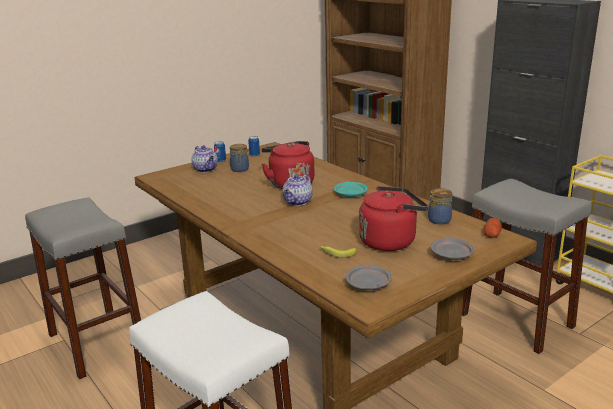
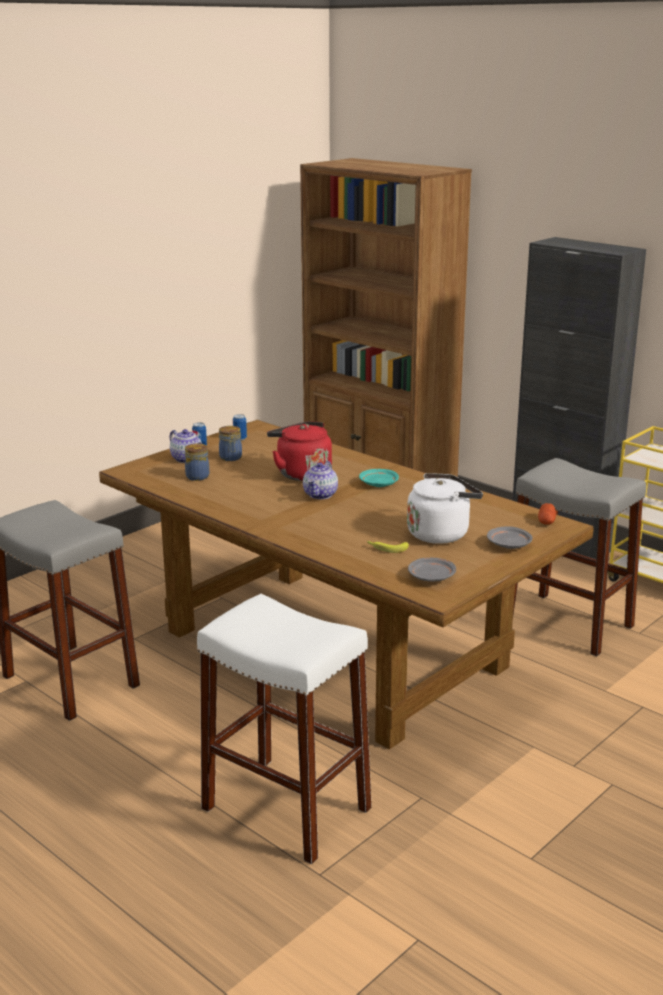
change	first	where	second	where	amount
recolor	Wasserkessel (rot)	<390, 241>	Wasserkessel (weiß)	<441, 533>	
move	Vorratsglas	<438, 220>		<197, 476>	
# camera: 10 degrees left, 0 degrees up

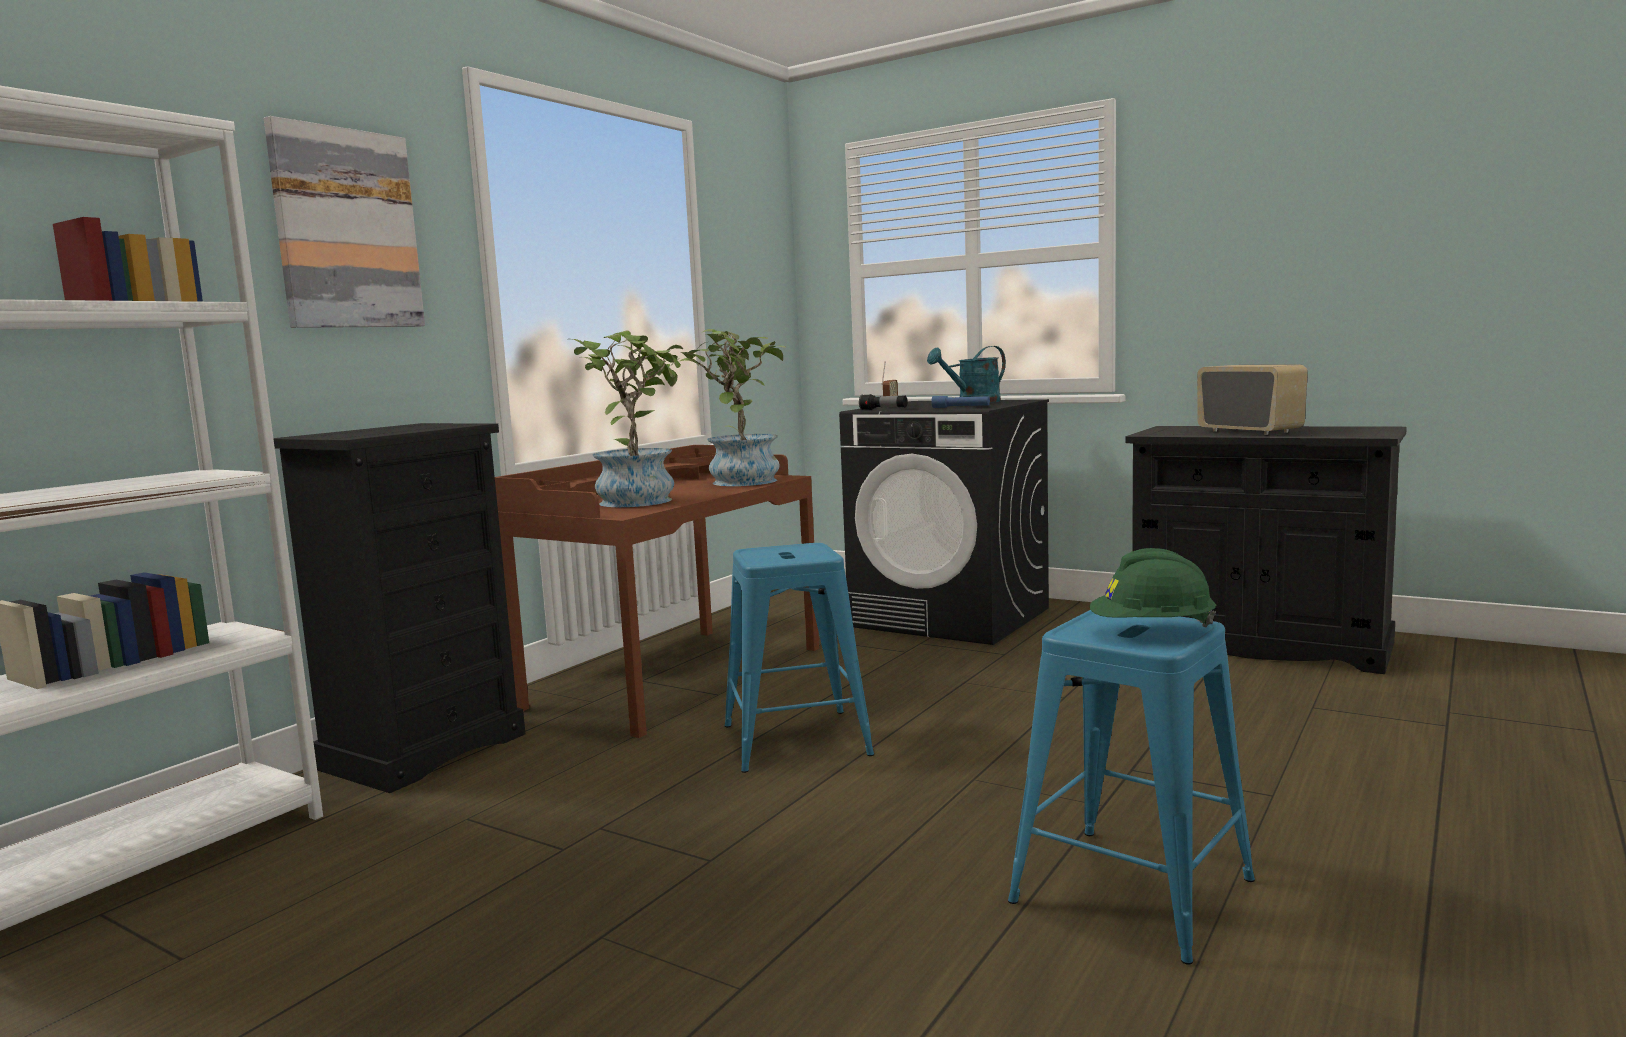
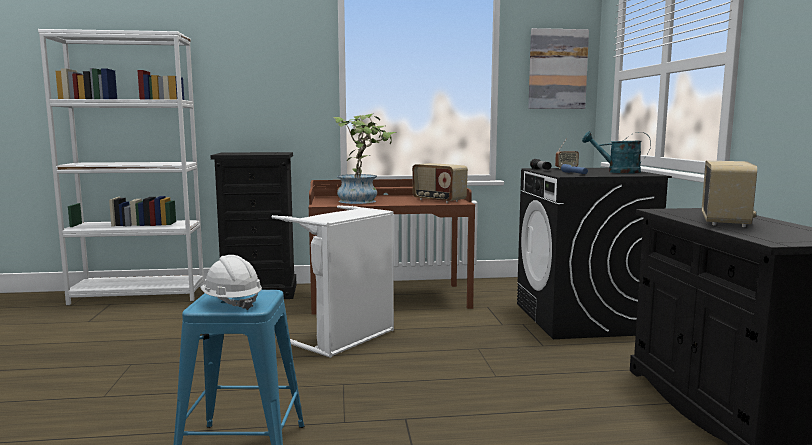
change	first	where	second	where	amount
move	Bild	<346, 229>		<557, 69>	
replace	Topfpflanze	<739, 480>	Radio	<438, 200>	
replace	Hocker (blau)	<795, 740>	Wäschekorb (weiß)	<344, 338>	
recolor	Schutzhelm (grün)	<1152, 630>	Schutzhelm (weiß)	<231, 303>	
# camera: 50 degrees right, 0 degrees up

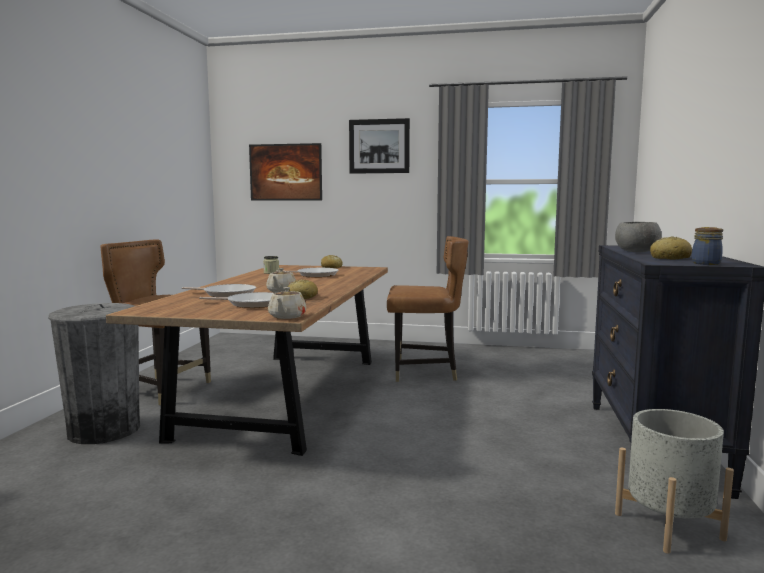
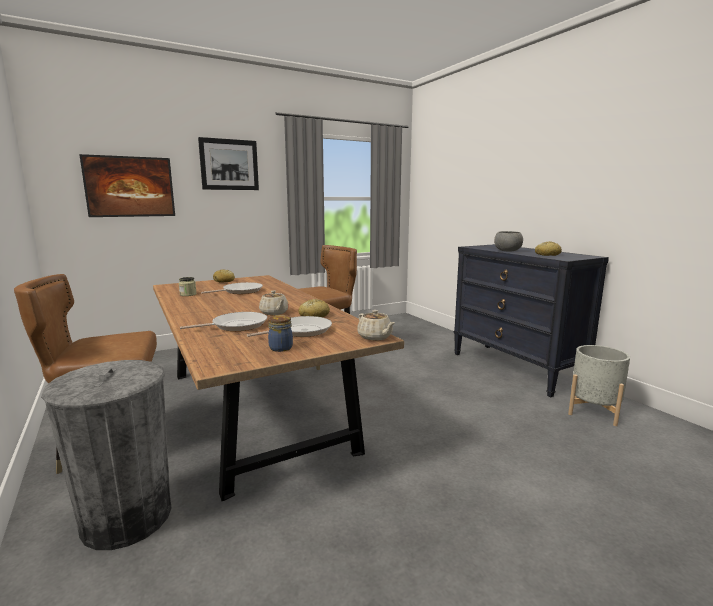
change	first	where	second	where	amount
move	Vorratsglas	<707, 263>		<281, 347>	
# camera: 40 degrees left, 5 degrees up

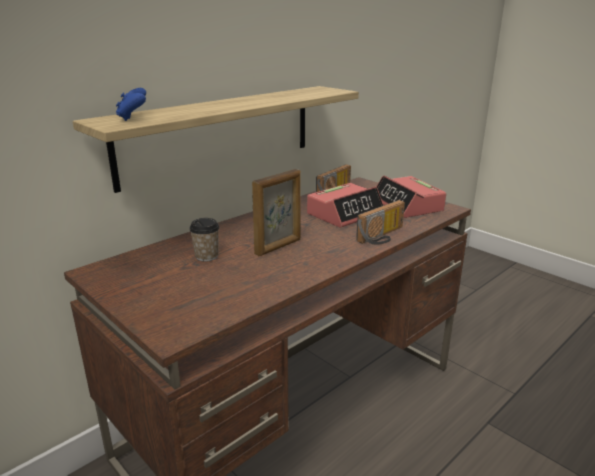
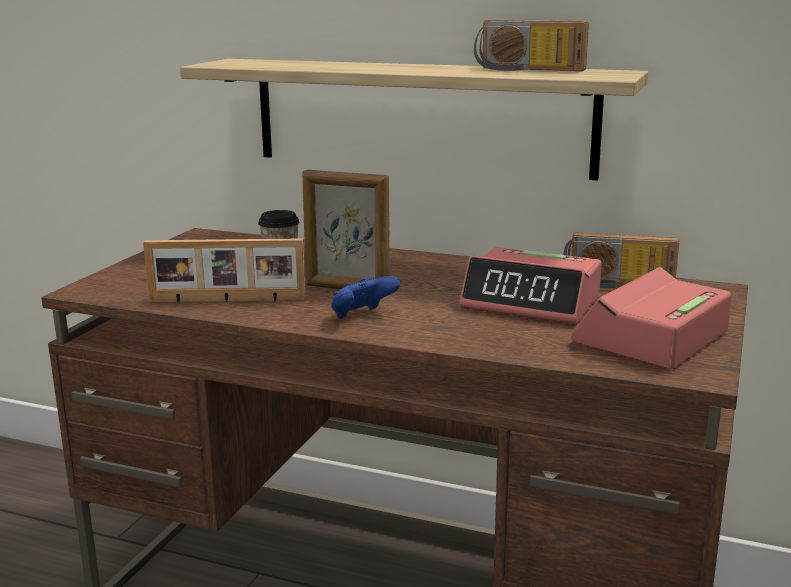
change	first	where	second	where	amount
move	Gamepad (blau)	<133, 118>		<362, 317>	
move	Radio	<383, 236>		<526, 70>	
insert			Bilderrahmen	<227, 301>	
# camera: 65 degrees right, 5 degrees down

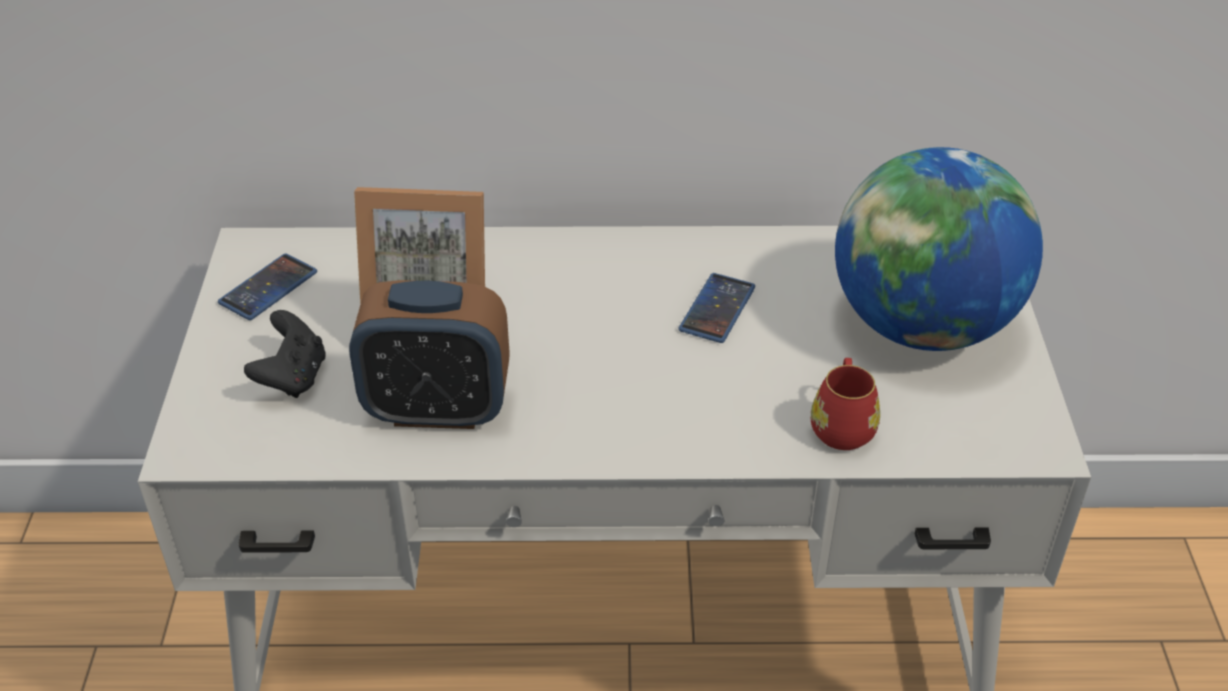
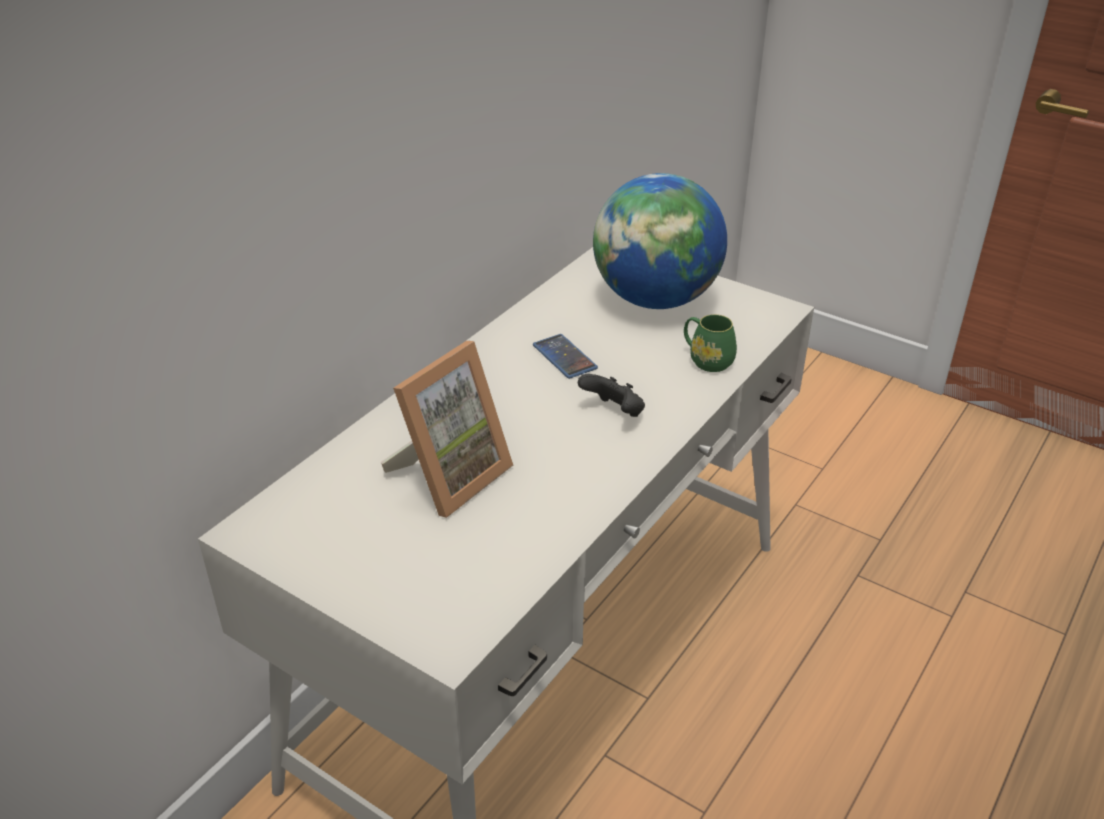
change	first	where	second	where	amount
delete	Handy	<268, 288>			
move	Gamepad (schwarz)	<293, 377>		<614, 412>	
delete	Wecker	<437, 409>			
recolor	Henkelbecher (rot)	<842, 425>	Henkelbecher (grün)	<706, 360>	
# camera: 55 degrees left, 5 degrees down

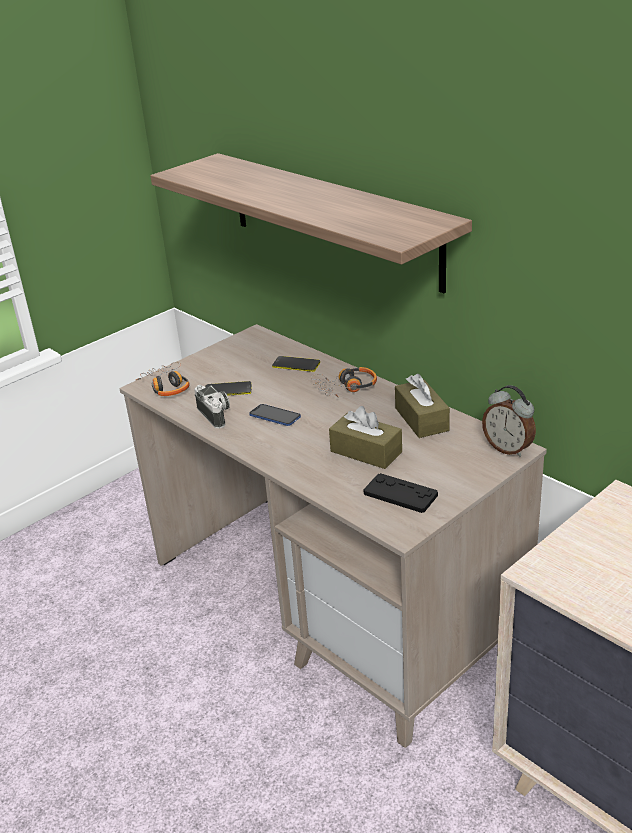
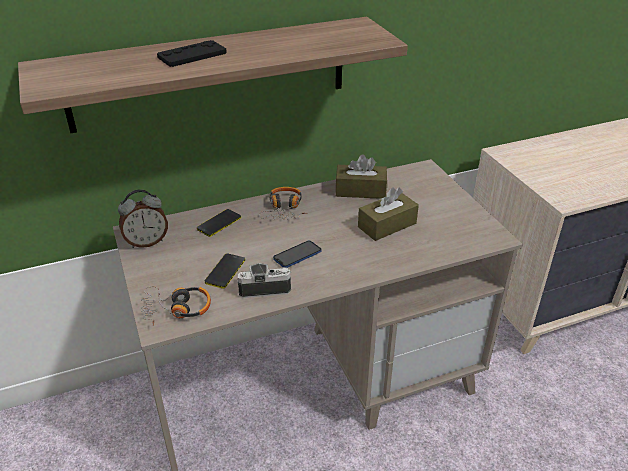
change	first	where	second	where	amount
move	Gamepad (schwarz)	<400, 494>		<192, 55>	
move	Wecker	<508, 448>		<147, 242>	
# camera: 70 degrees left, 5 degrees up

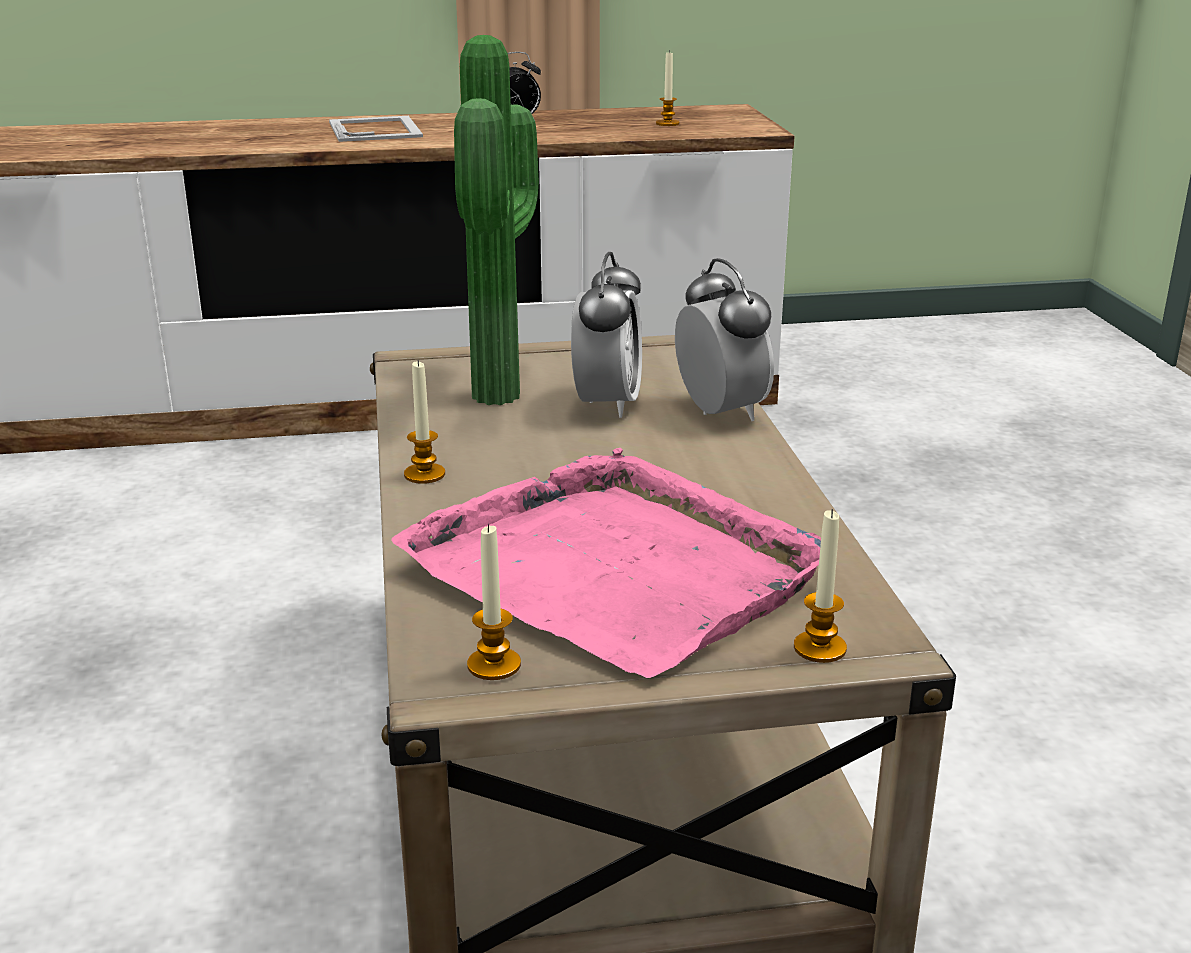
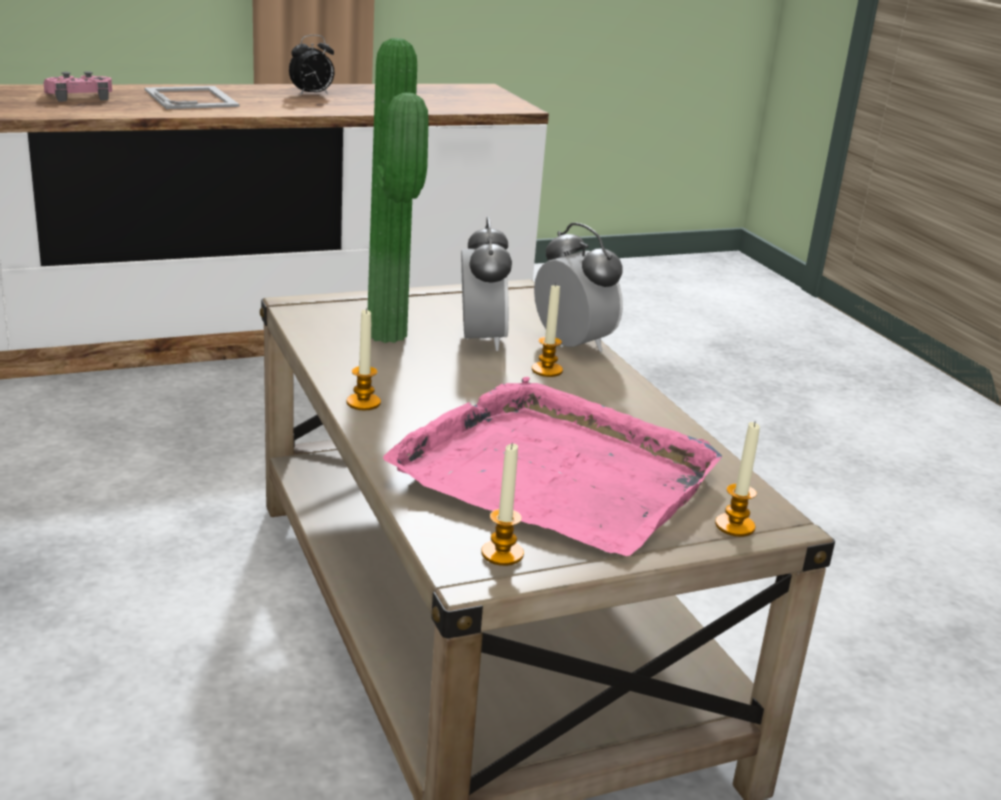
change	first	where	second	where	amount
move	Kerze	<667, 123>		<547, 370>	
insert			Gamepad (rosa)	<79, 97>	
# camera: 15 degrees left, 0 degrees up

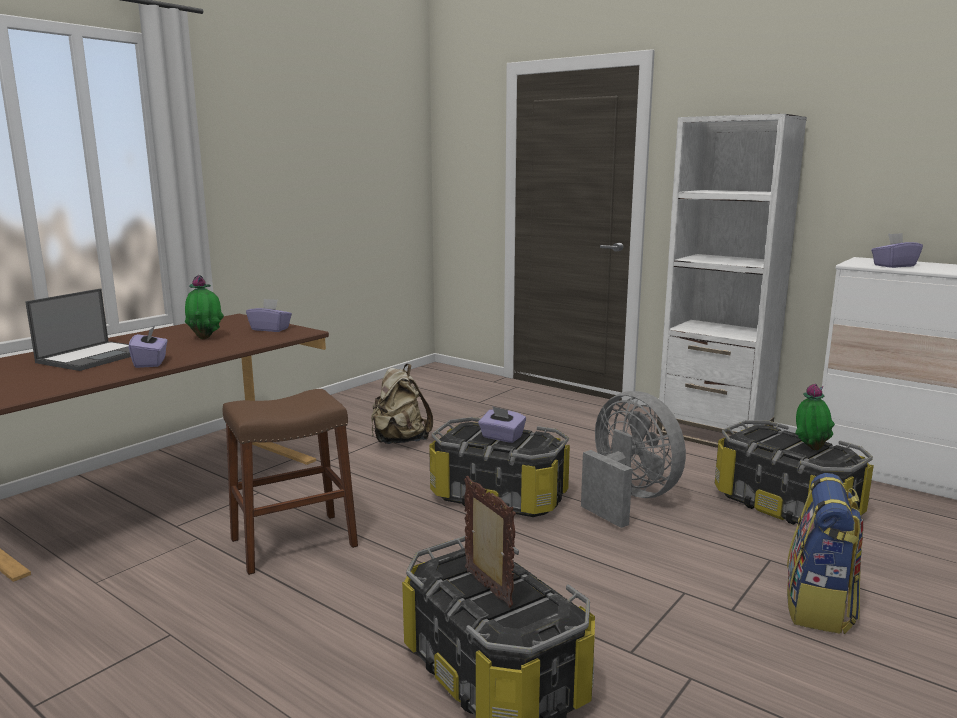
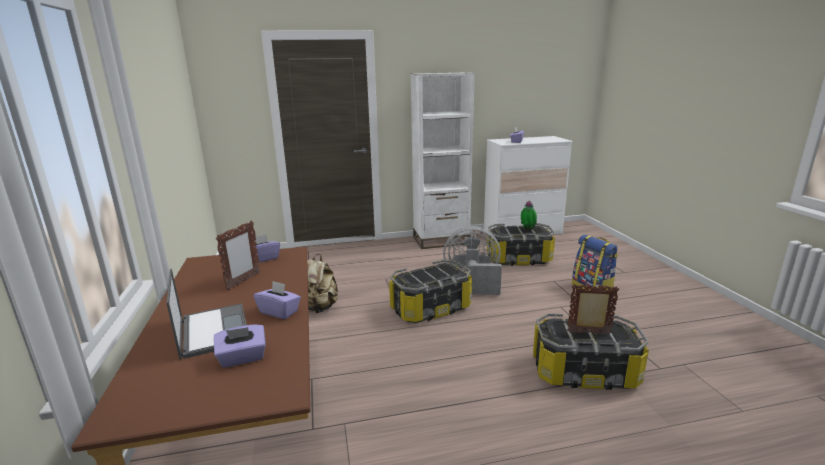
change	first	where	second	where	amount
replace	Topfpflanze	<206, 338>	Bilderrahmen	<243, 281>	
delete	Hocker (braun)	<293, 542>			
move	Taschentuchbox (lila)	<501, 437>		<242, 358>	
# camera: 50 degrees left, 5 degrees up

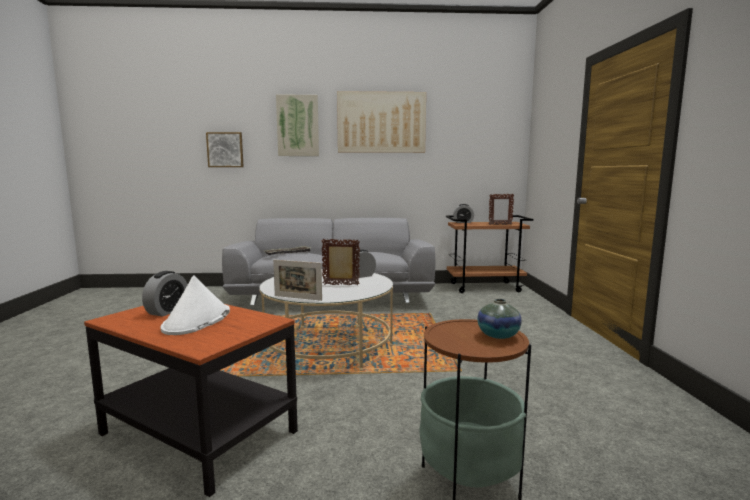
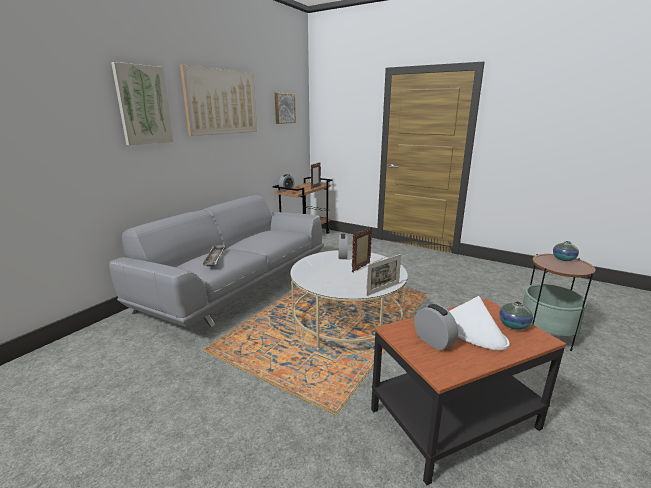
change	first	where	second	where	amount
move	Bild	<225, 150>		<284, 108>	
insert			Vase	<513, 325>	
# camera: 55 degrees left, 10 degrees up

